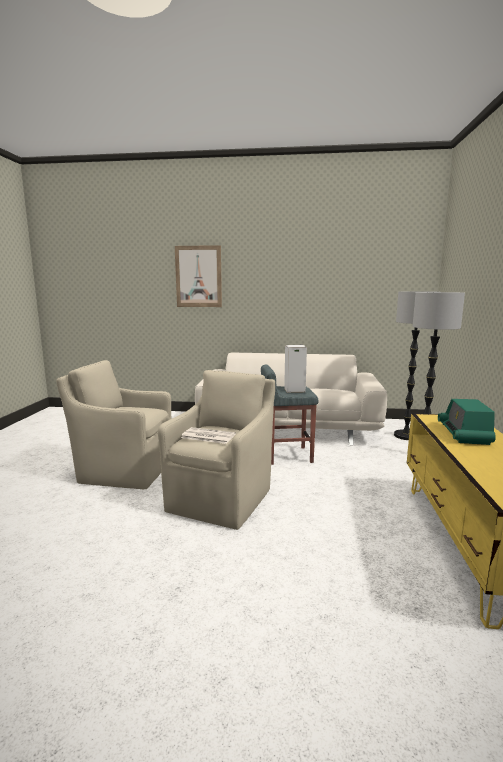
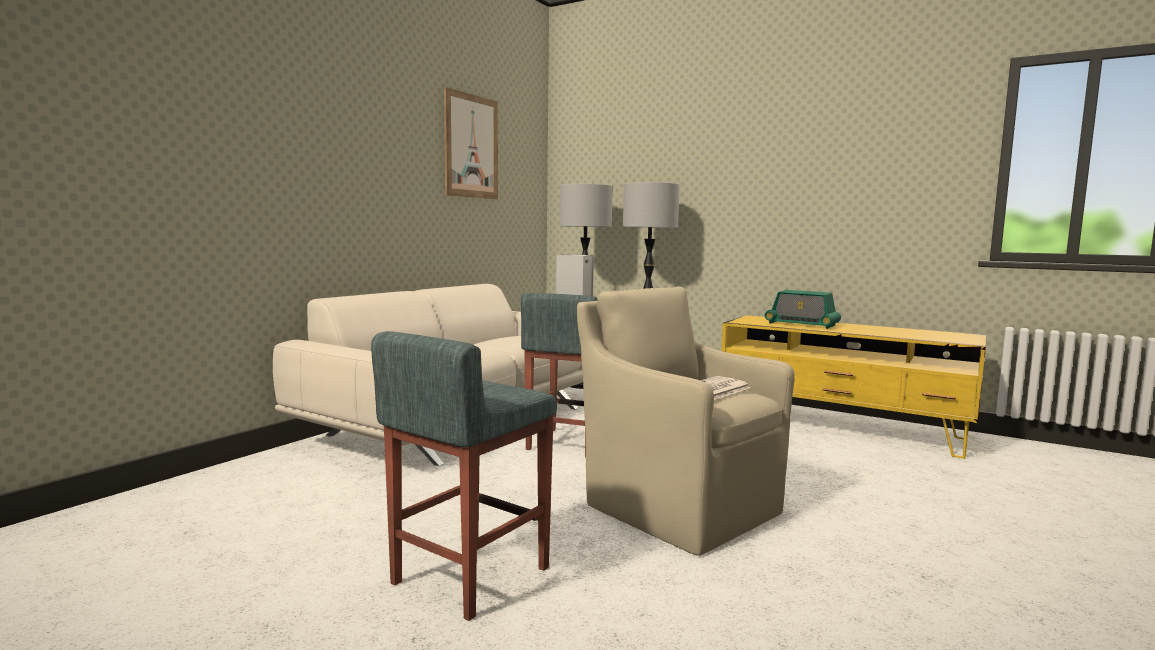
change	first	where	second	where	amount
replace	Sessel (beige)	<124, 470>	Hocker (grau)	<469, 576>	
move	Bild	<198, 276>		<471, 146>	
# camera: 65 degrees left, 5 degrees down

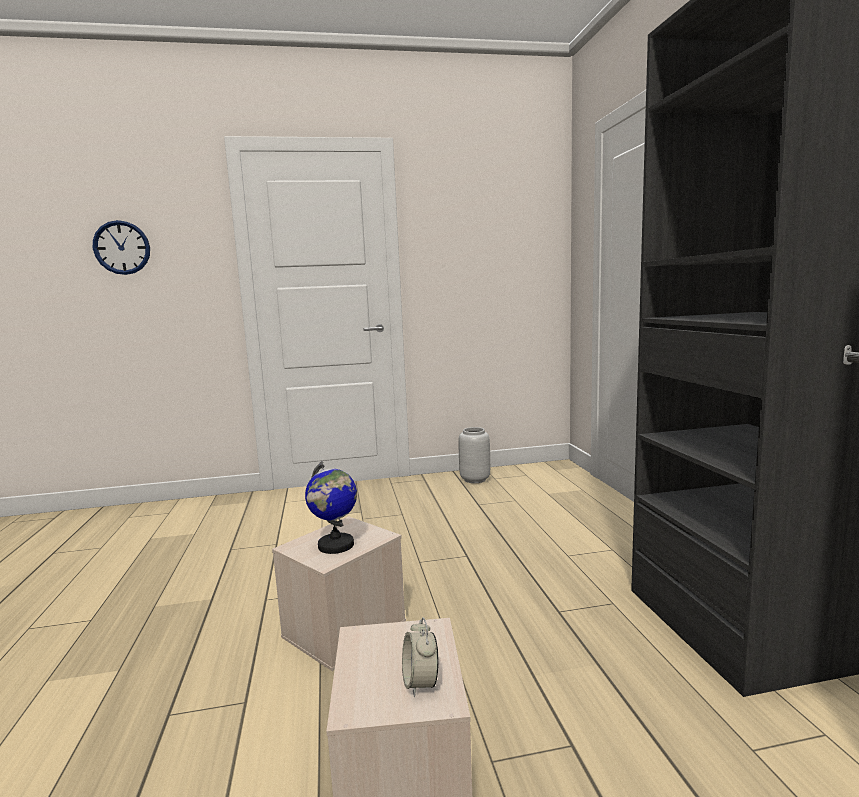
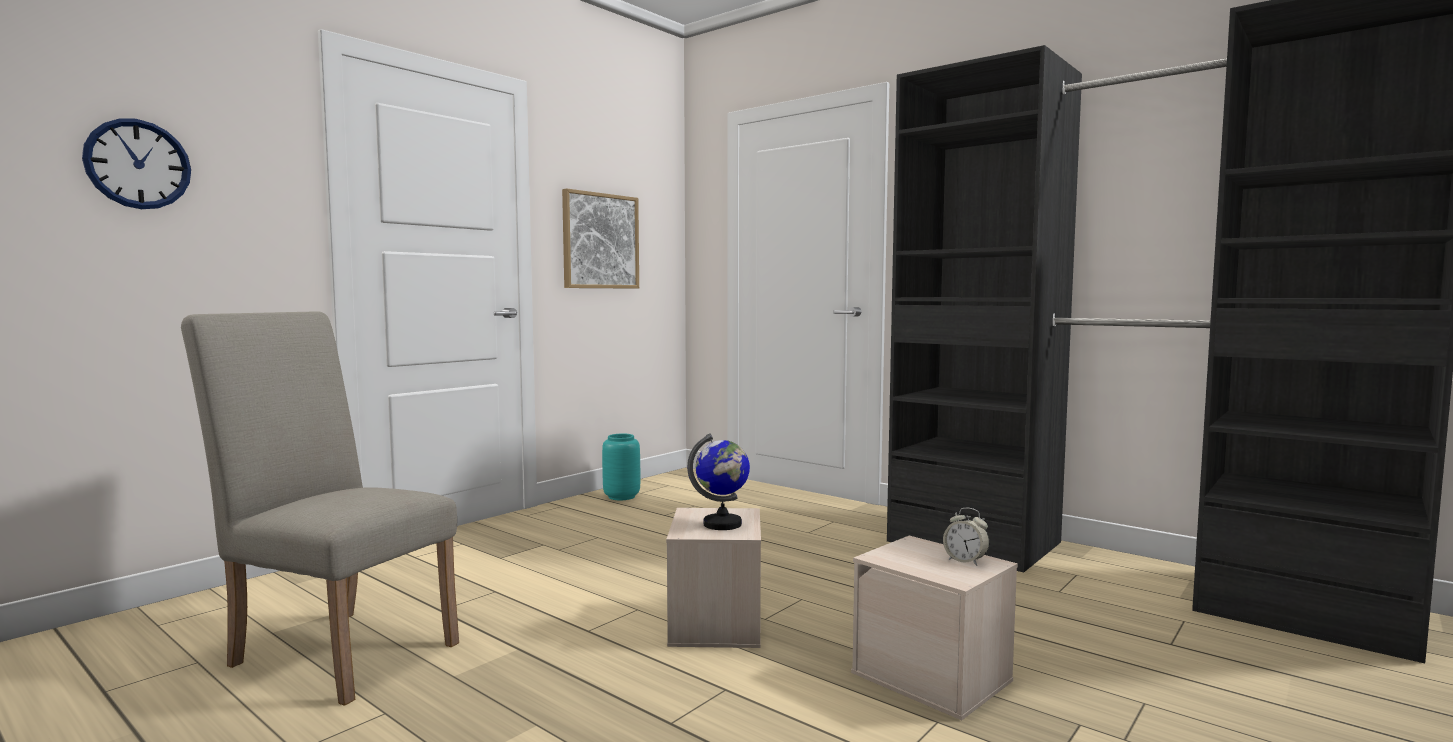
change	first	where	second	where	amount
recolor	Vase (grau)	<474, 479>	Vase (türkis)	<621, 497>	
insert			Stuhl (beige)	<336, 649>	
insert			Bild	<600, 241>	
# camera: 40 degrees left, 5 degrees down

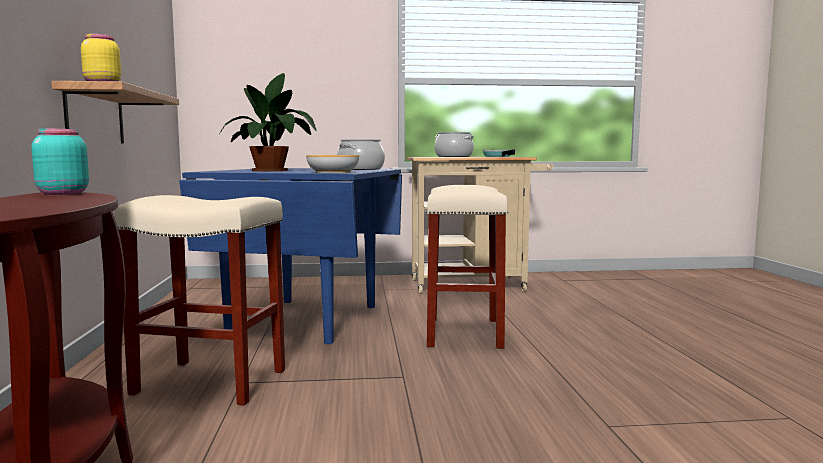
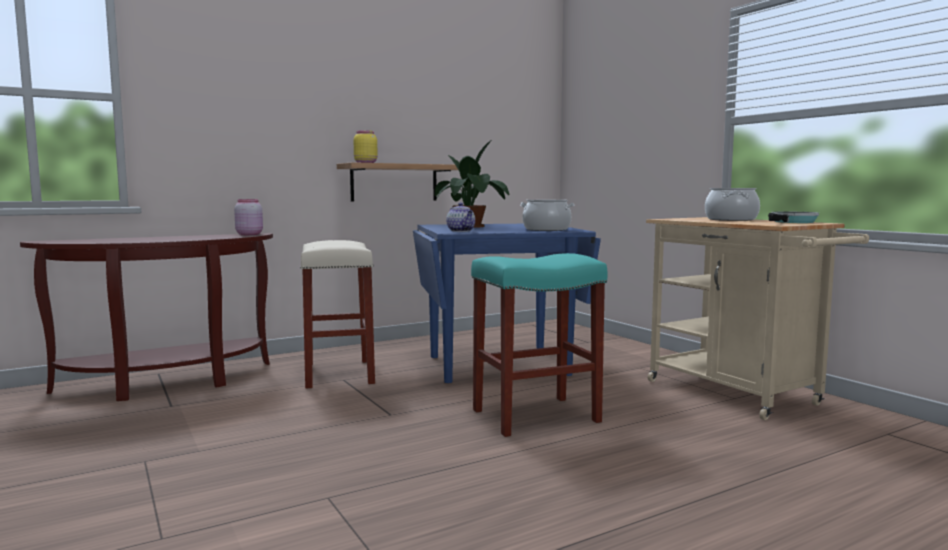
change	first	where	second	where	amount
recolor	Vorratsglas (türkis)	<61, 193>	Vorratsglas (rosa)	<249, 234>	
replace	Schüssel	<333, 172>	Teekanne	<461, 231>	
recolor	Hocker (beige)	<464, 333>	Hocker (türkis)	<534, 416>	
# camera: 65 degrees right, 0 degrees up

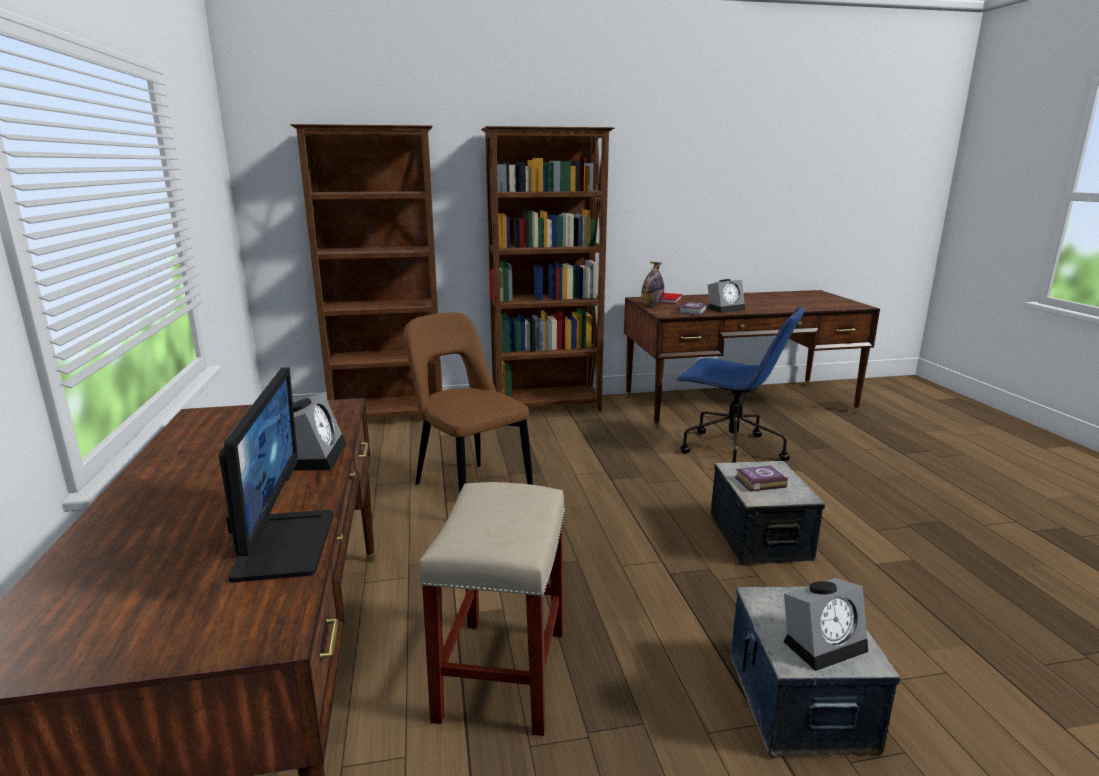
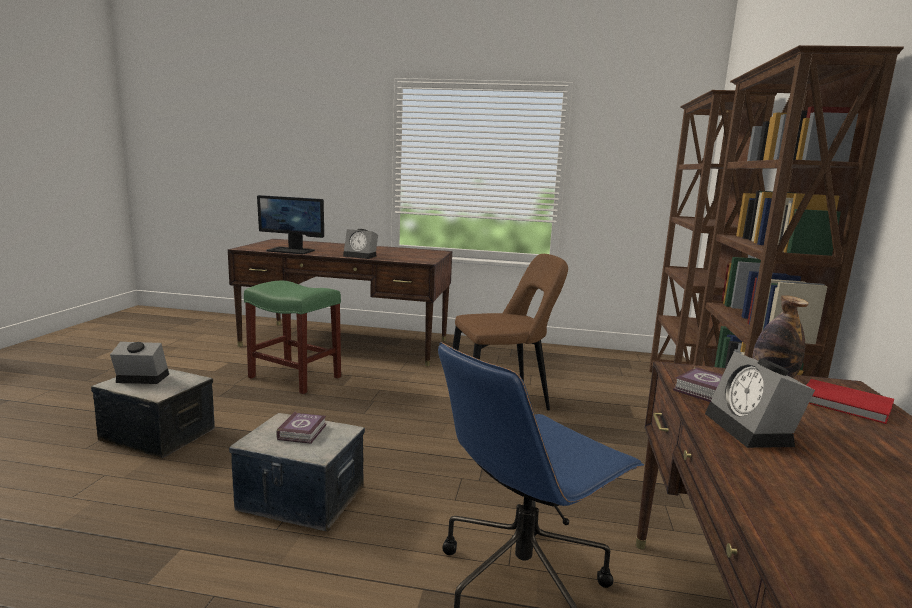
change	first	where	second	where	amount
recolor	Hocker (beige)	<502, 675>	Hocker (grün)	<293, 377>	
rotate	Wecker	<824, 643>		<140, 379>	90 degrees clockwise
# camera: 110 degrees right, 5 degrees down

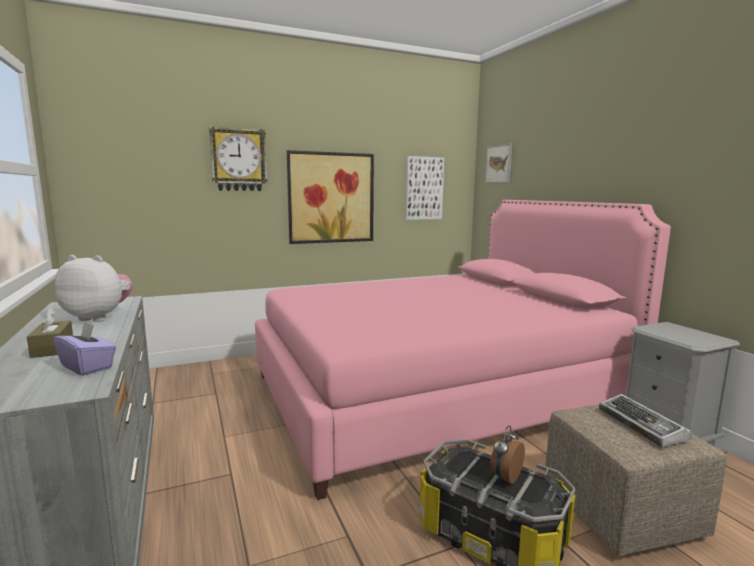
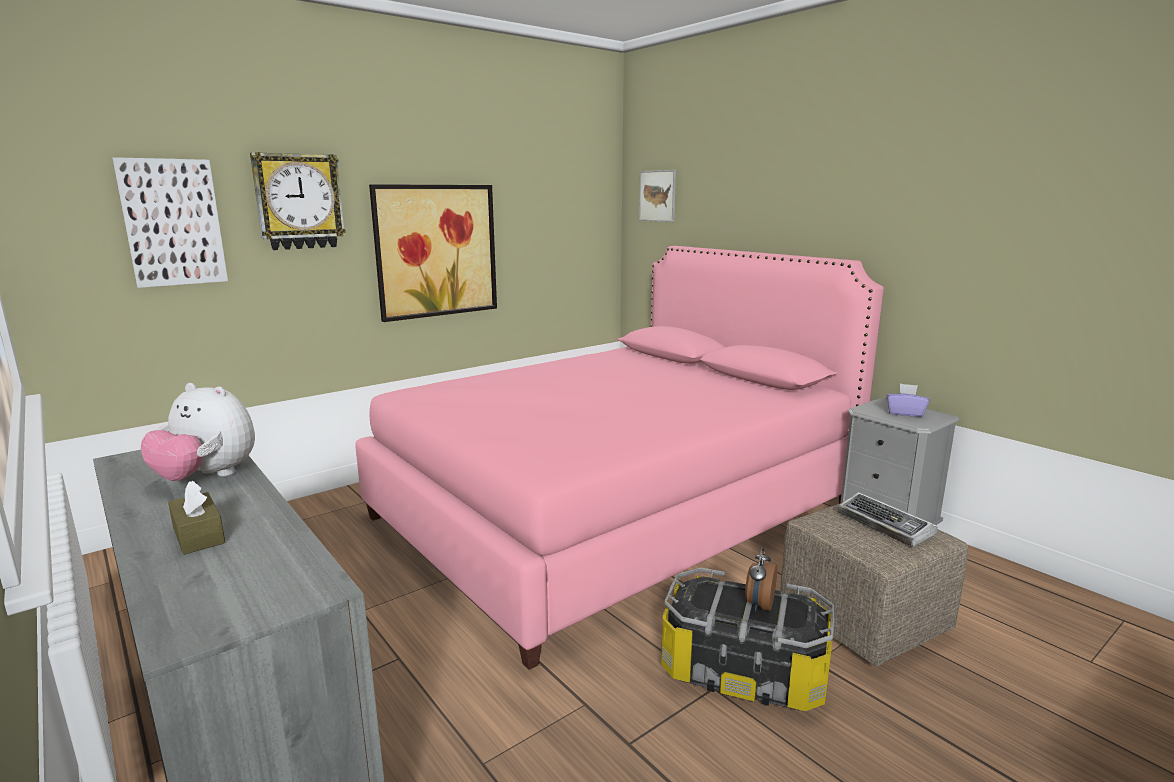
change	first	where	second	where	amount
move	Taschentuchbox (lila)	<88, 366>		<905, 413>	
rotate	Plüschtier	<99, 317>		<207, 477>	150 degrees counterclockwise
move	Bild	<424, 188>		<173, 222>	
# camera: 15 degrees left, 5 degrees up

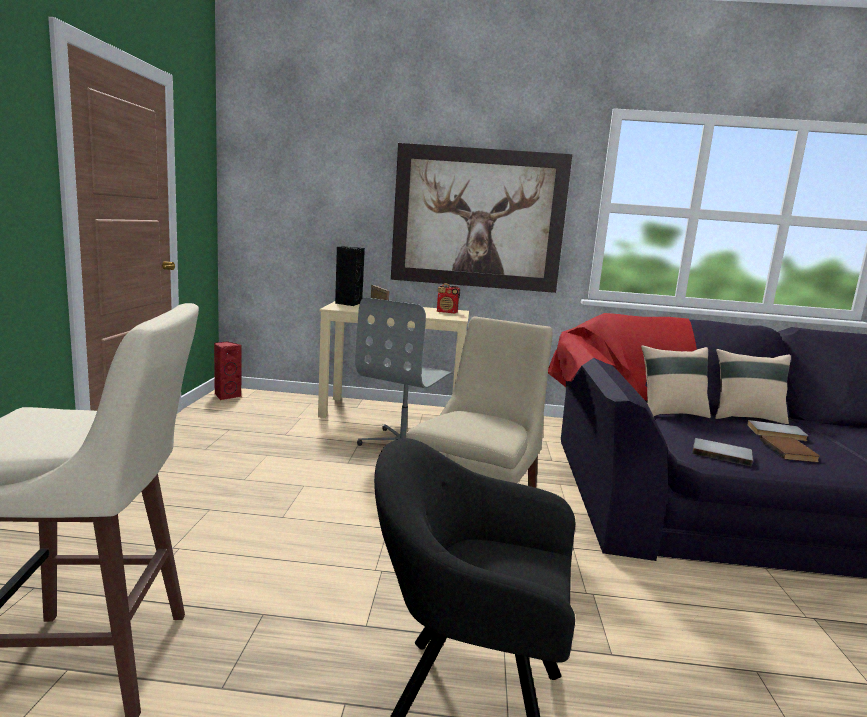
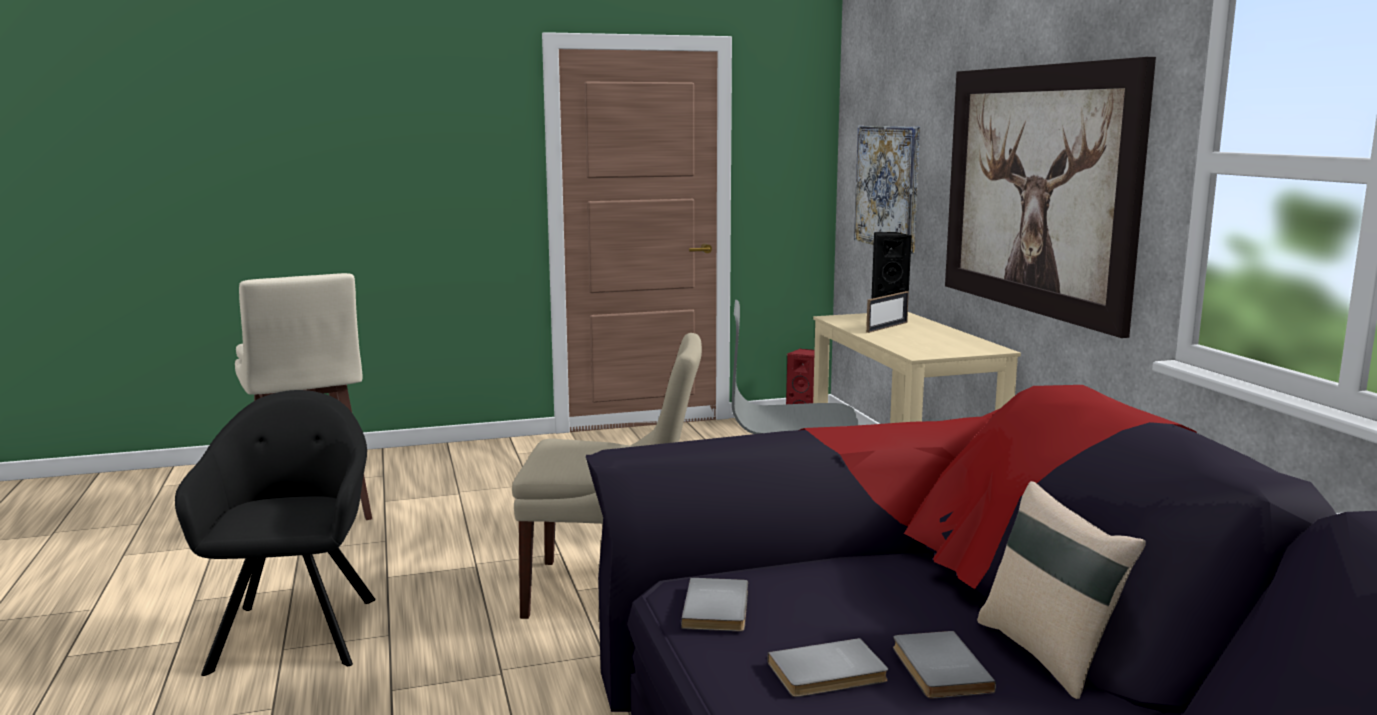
change	first	where	second	where	amount
delete	Radio	<447, 312>			
delete	Kissen (beige)	<670, 413>			
recolor	Buch (braun)	<790, 451>	Buch (grau)	<829, 674>	
insert			Bild	<888, 187>	
# camera: 70 degrees right, 0 degrees up

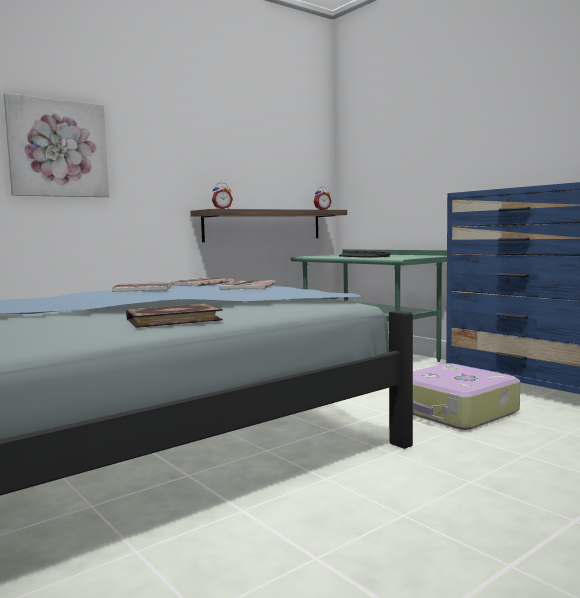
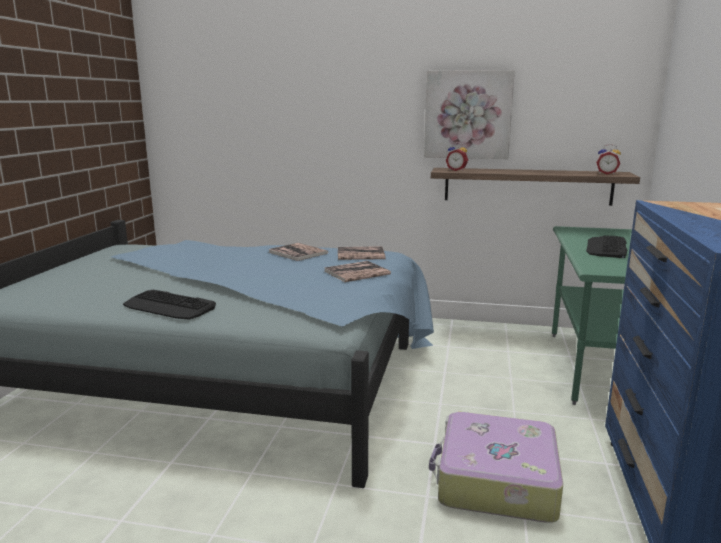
change	first	where	second	where	amount
move	Bild	<58, 149>		<467, 115>	
replace	Buch	<173, 319>	Tastatur	<169, 306>	
# camera: 50 degrees right, 10 degrees up

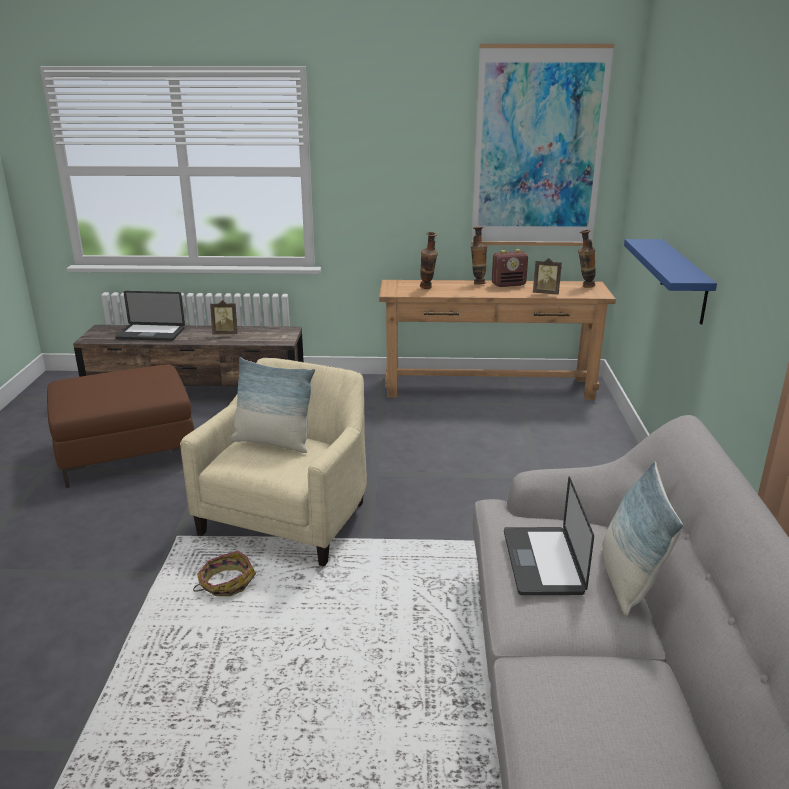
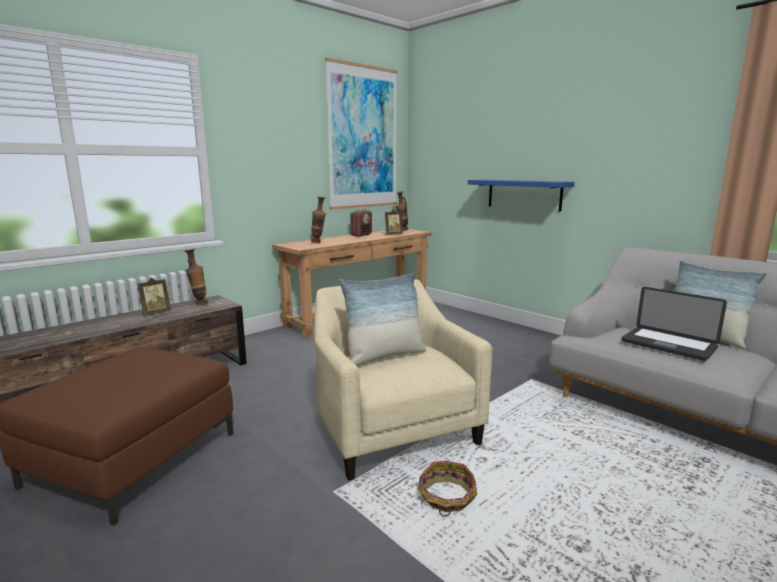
change	first	where	second	where	amount
delete	Laptop	<151, 334>			
move	Vase	<477, 283>		<199, 304>	
# camera: 45 degrees left, 10 degrees down

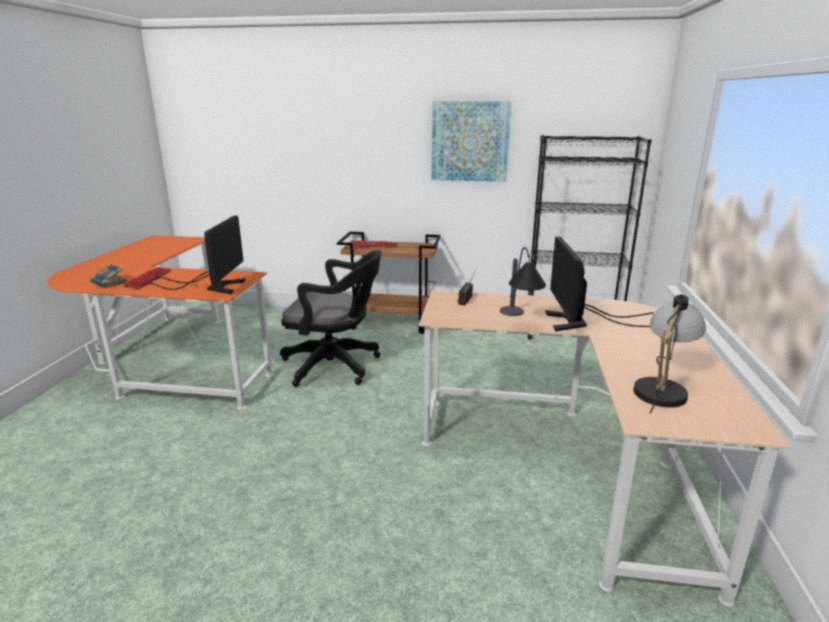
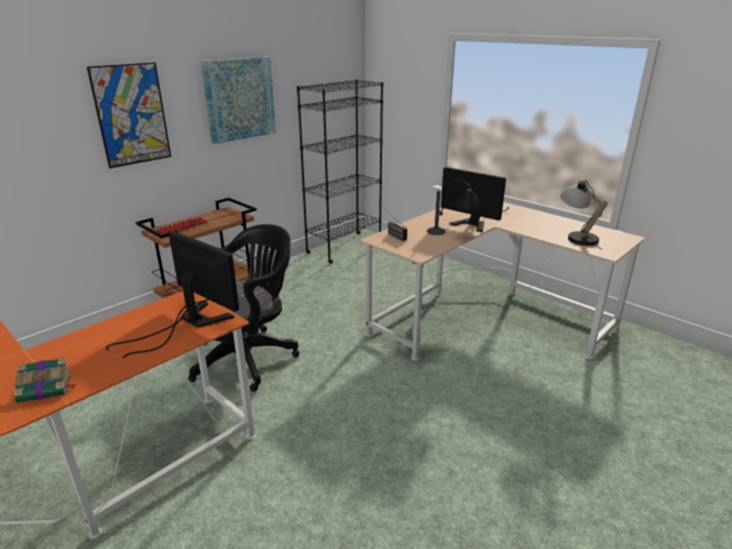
change	first	where	second	where	amount
delete	Tastatur	<148, 279>			
insert			Bild	<131, 115>	
# camera: 55 degrees left, 5 degrees up

